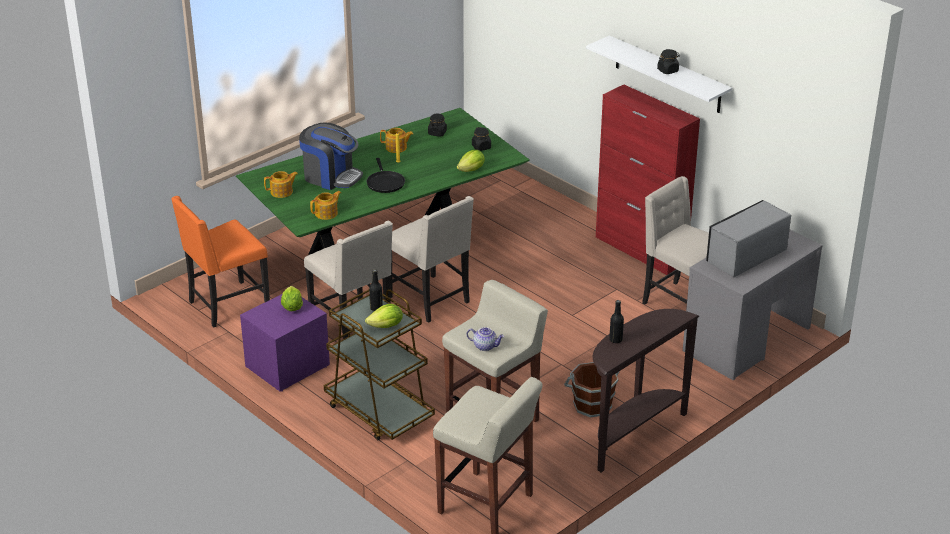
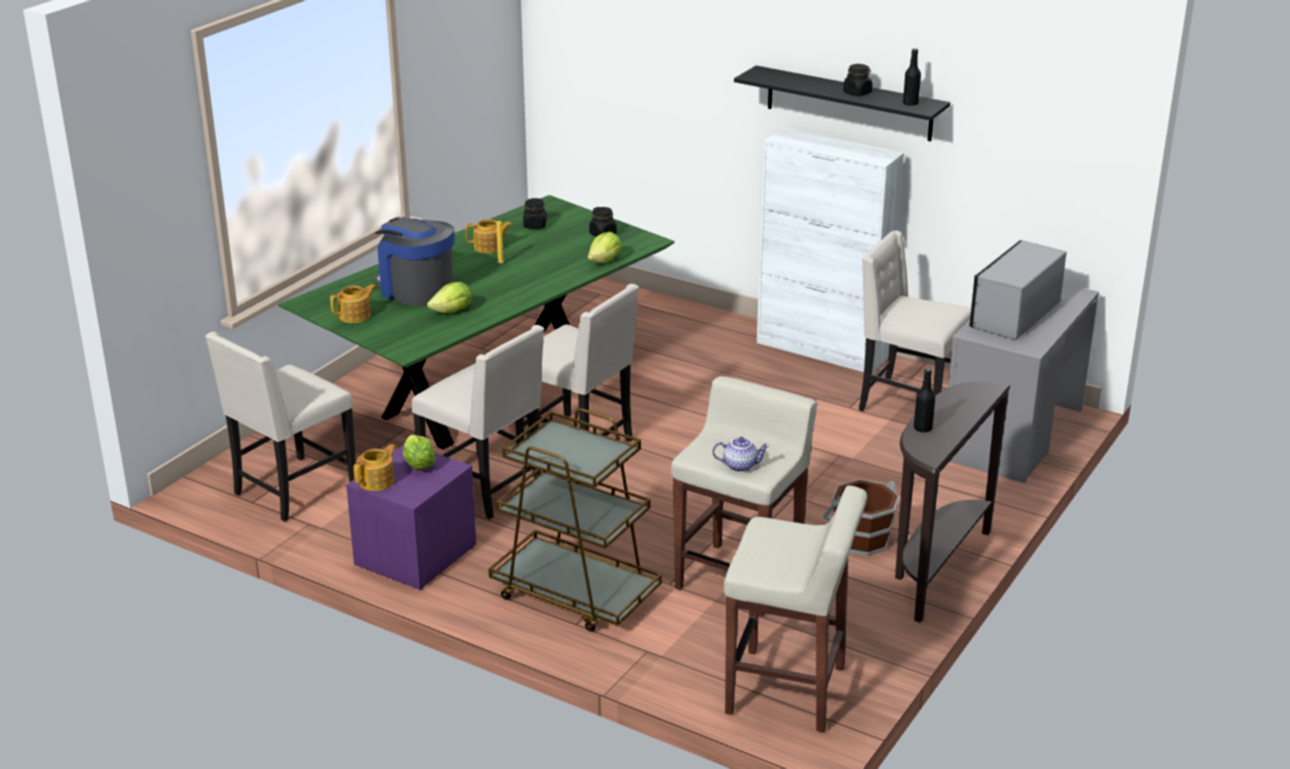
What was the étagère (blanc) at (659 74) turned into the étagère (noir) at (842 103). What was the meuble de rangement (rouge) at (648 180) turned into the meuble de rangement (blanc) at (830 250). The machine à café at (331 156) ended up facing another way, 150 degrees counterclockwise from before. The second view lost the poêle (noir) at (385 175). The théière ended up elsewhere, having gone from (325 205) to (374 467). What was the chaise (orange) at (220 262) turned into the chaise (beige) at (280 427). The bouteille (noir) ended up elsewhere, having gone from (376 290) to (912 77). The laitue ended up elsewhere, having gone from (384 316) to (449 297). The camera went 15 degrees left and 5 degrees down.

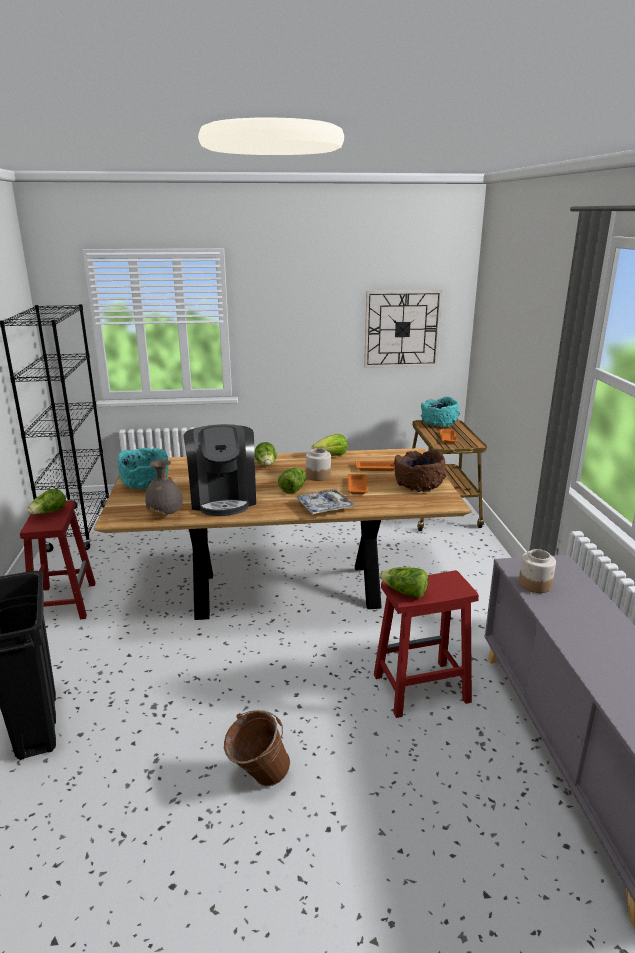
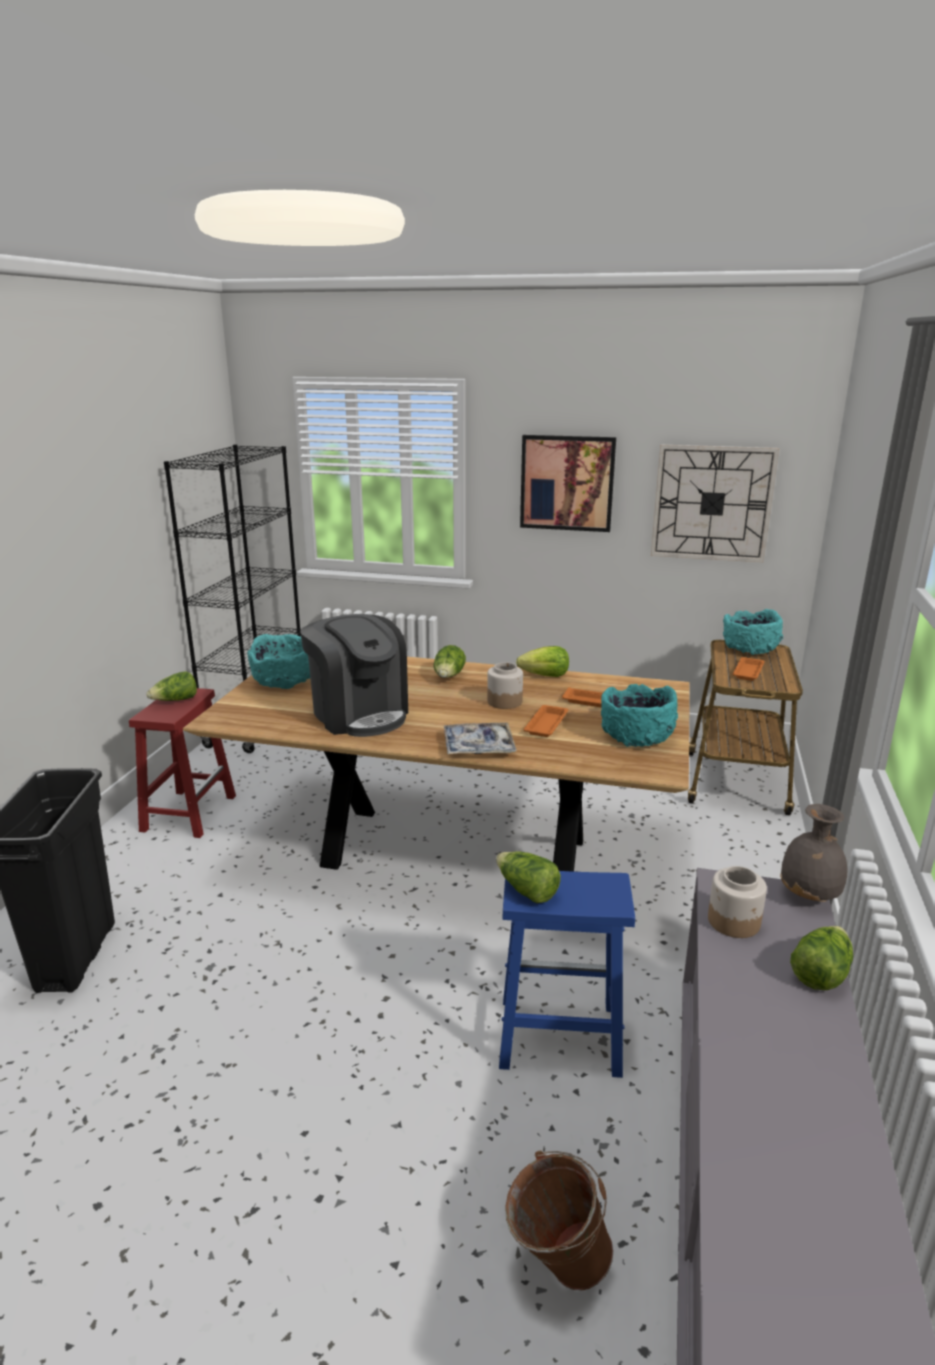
The machine à café at (220 470) ended up facing another way, 45 degrees counterclockwise from before. What was the bol (marron) at (420 470) turned into the bol (turquoise) at (639 715). The vase (gris) ended up elsewhere, having gone from (163 488) to (814 853). The laitue ended up elsewhere, having gone from (292 481) to (821 958). What was the tabouret (rouge) at (426 644) turned into the tabouret (bleu) at (567 974). The seau (marron) ended up elsewhere, having gone from (257 748) to (559 1221). The second view gained the tableau at (568 483). The camera went 20 degrees right and 0 degrees up.

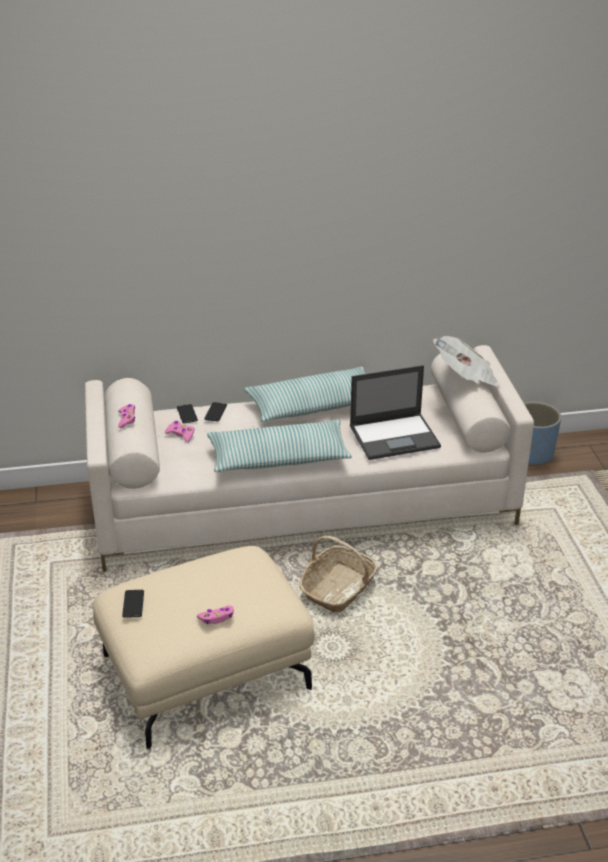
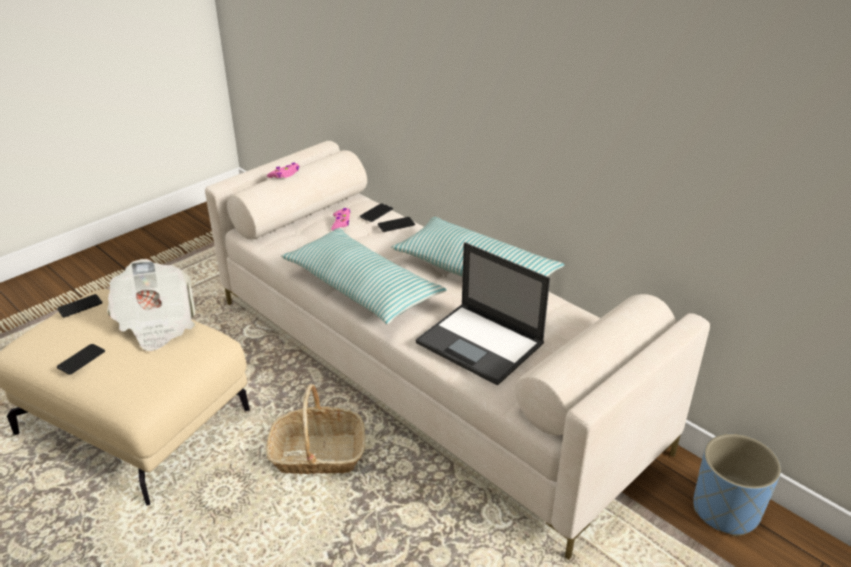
The journal ended up elsewhere, having gone from (466 361) to (151 305). Where the manette (rose) stood at (215 615), the téléphone came to stand at (81 359). The camera went 55 degrees right and 0 degrees up.

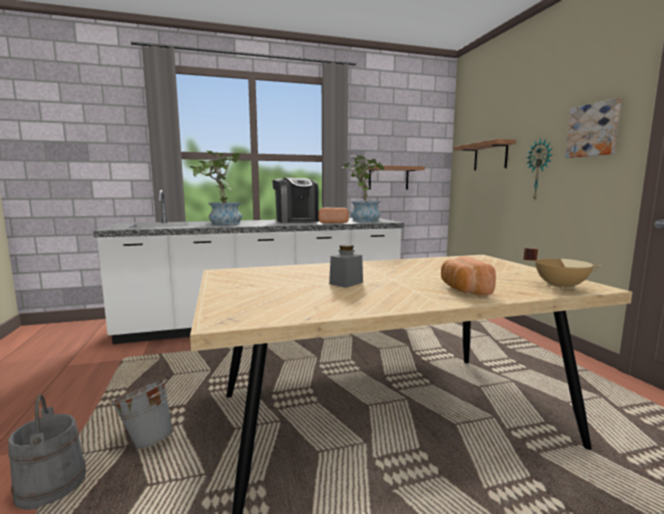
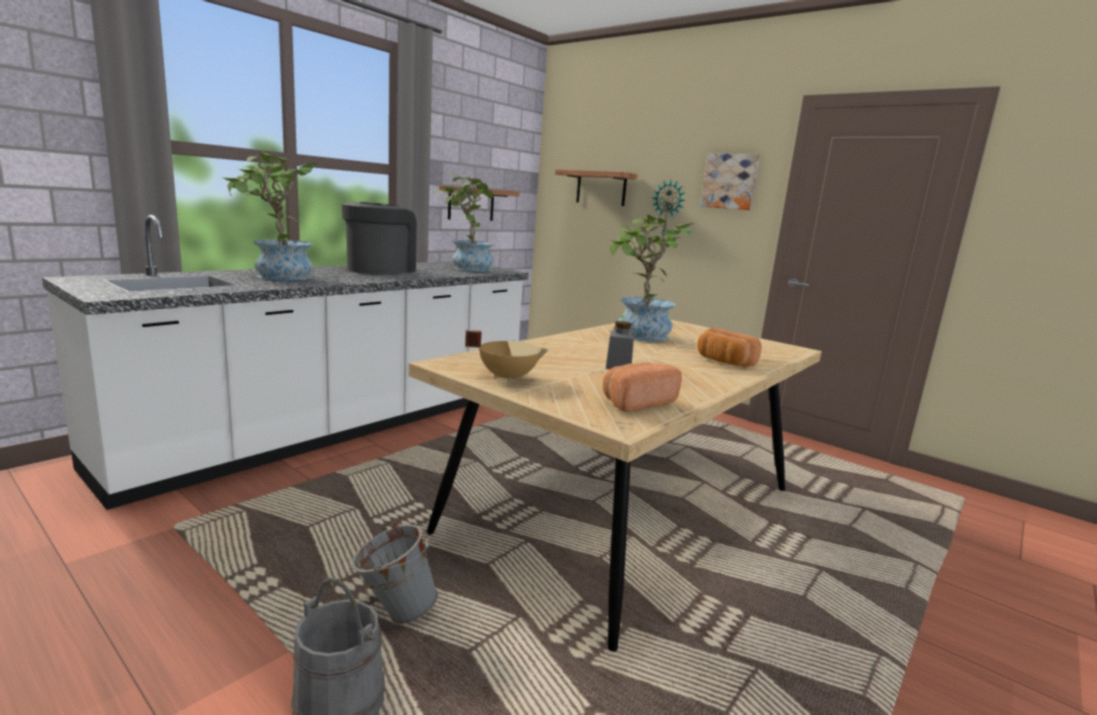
The machine à café at (295 200) ended up facing another way, 105 degrees counterclockwise from before. The pain ended up elsewhere, having gone from (333 215) to (642 387). The marmite (beige) ended up elsewhere, having gone from (562 269) to (507 356). The second view gained the plante en pot at (654 278). The camera went 35 degrees left and 5 degrees up.

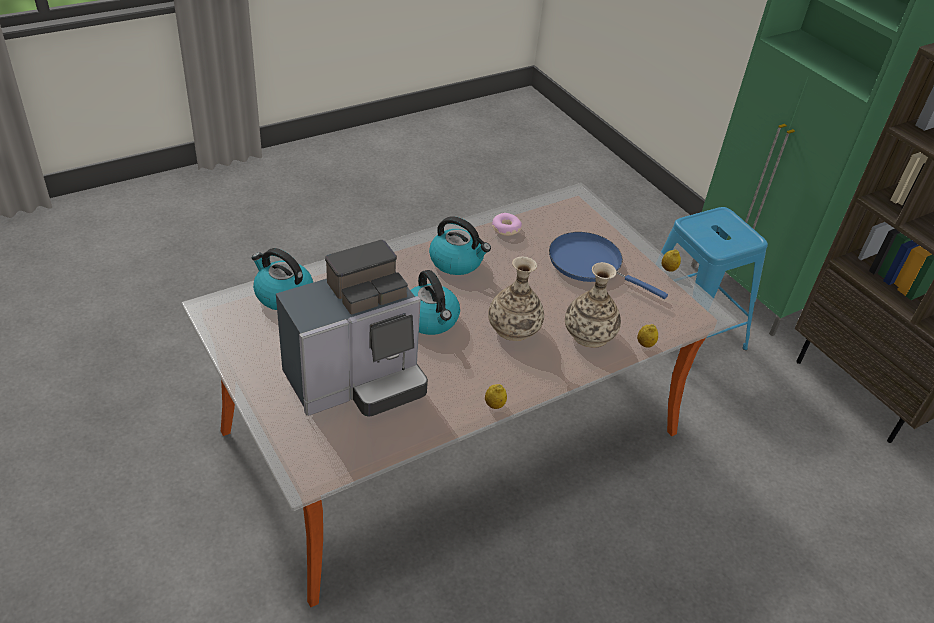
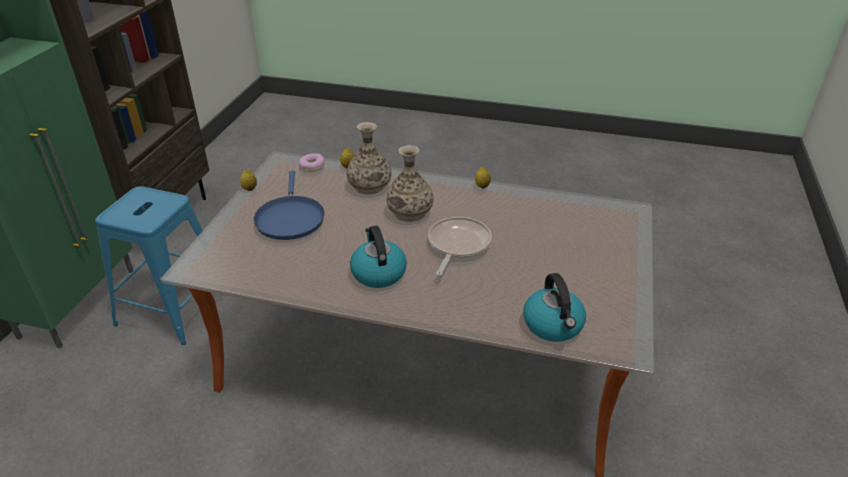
The beignet ended up elsewhere, having gone from (507 224) to (312 162). The second view lost the machine à café at (352 328). Where the bouilloire stood at (435 302), the poêle came to stand at (460 246). The camera went 130 degrees left and 5 degrees down.

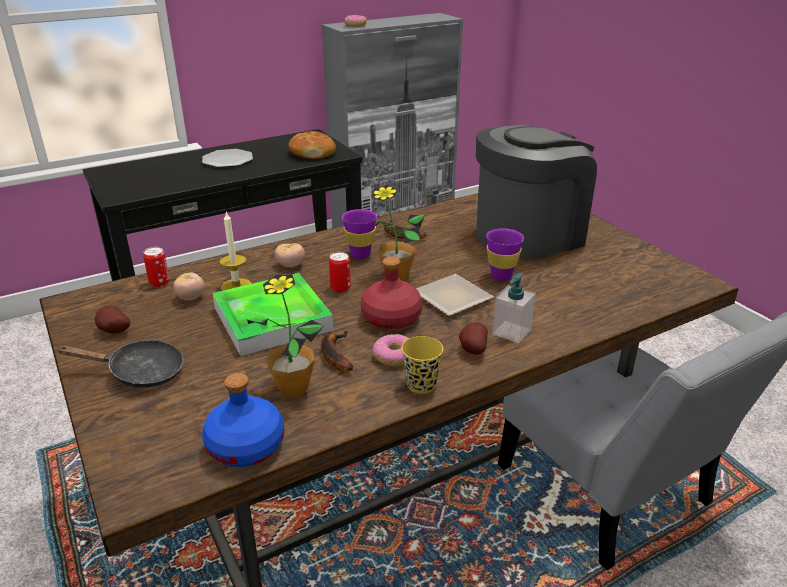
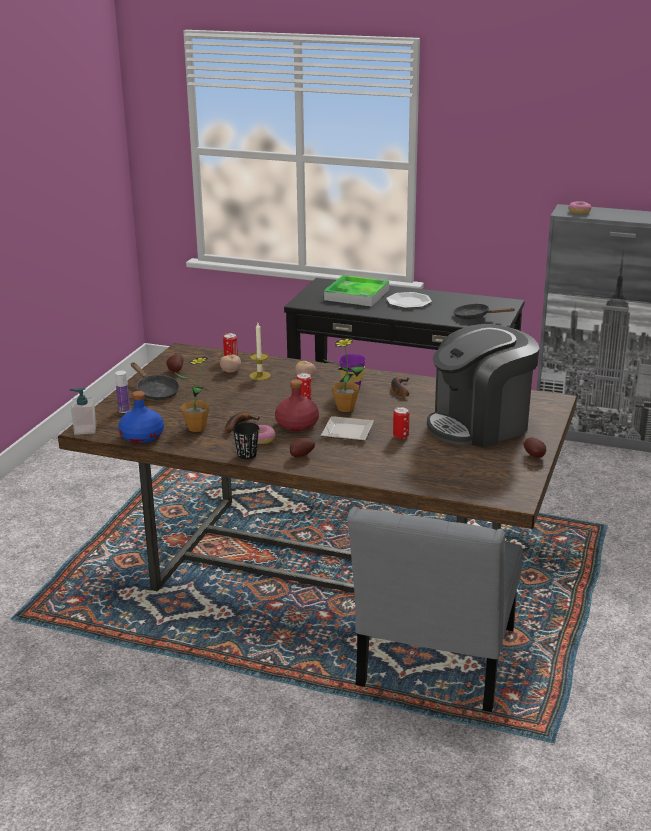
The machine à café at (536 192) ended up facing another way, 135 degrees clockwise from before. Where the pain stood at (312 145), the poêle (noir) came to stand at (484 311). Where the tasse (violet) stood at (505 254), the boîte métallique came to stand at (401 423). The plateau ended up elsewhere, having gone from (273 314) to (356 291). The distributeur de savon ended up elsewhere, having gone from (514 308) to (83 411). What was the tasse (jaune) at (422 365) turned into the tasse (noir) at (245 440). The second view gained the bouteille at (122 392). The second view gained the pomme de terre at (535 448). The camera went 50 degrees right and 5 degrees down.

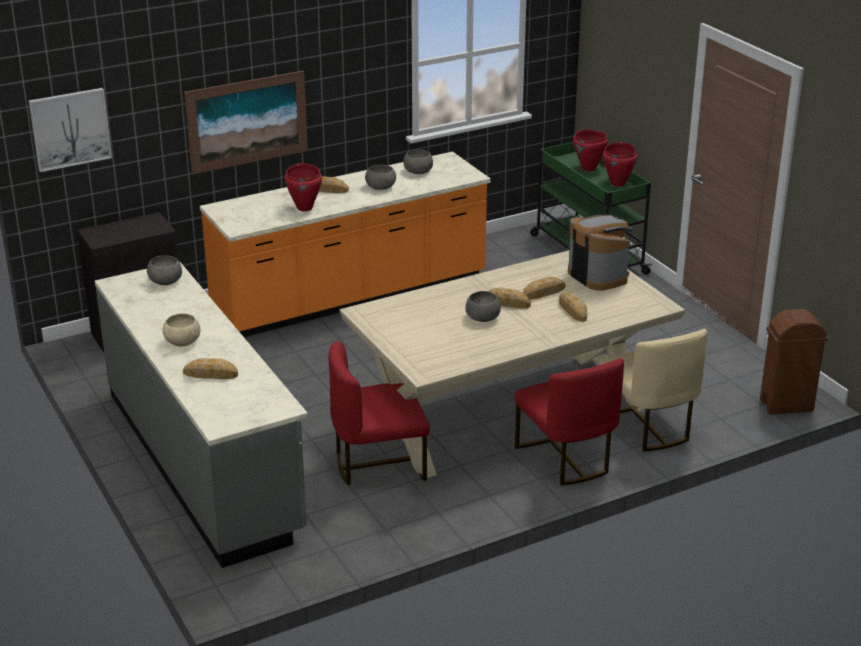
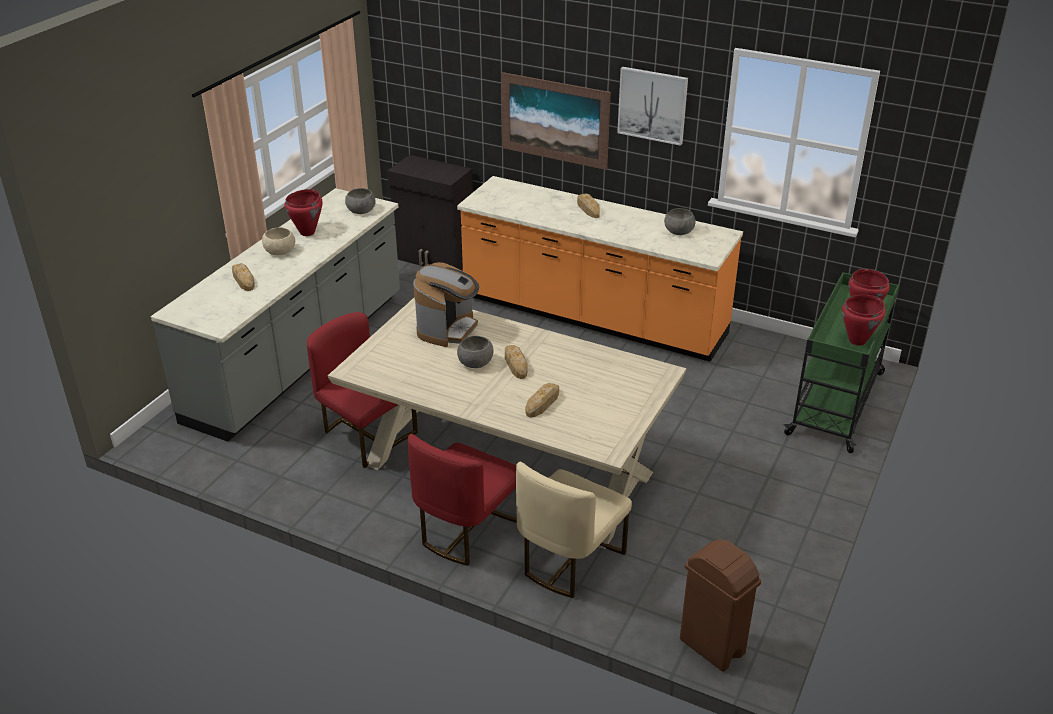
The tableau ended up elsewhere, having gone from (70 130) to (652 106). The marmite (rouge) ended up elsewhere, having gone from (303 187) to (304 212). The second view lost the bol (gris) at (380 177). The machine à café ended up elsewhere, having gone from (600 253) to (446 304). The second view lost the pain at (544 288). The camera went 55 degrees right and 5 degrees up.

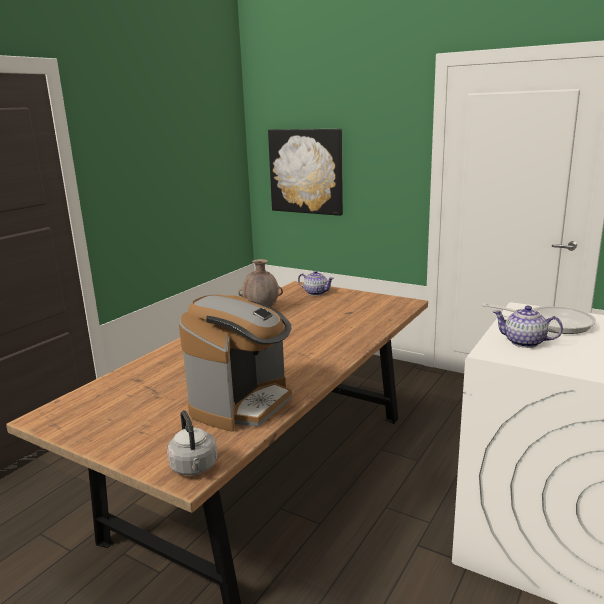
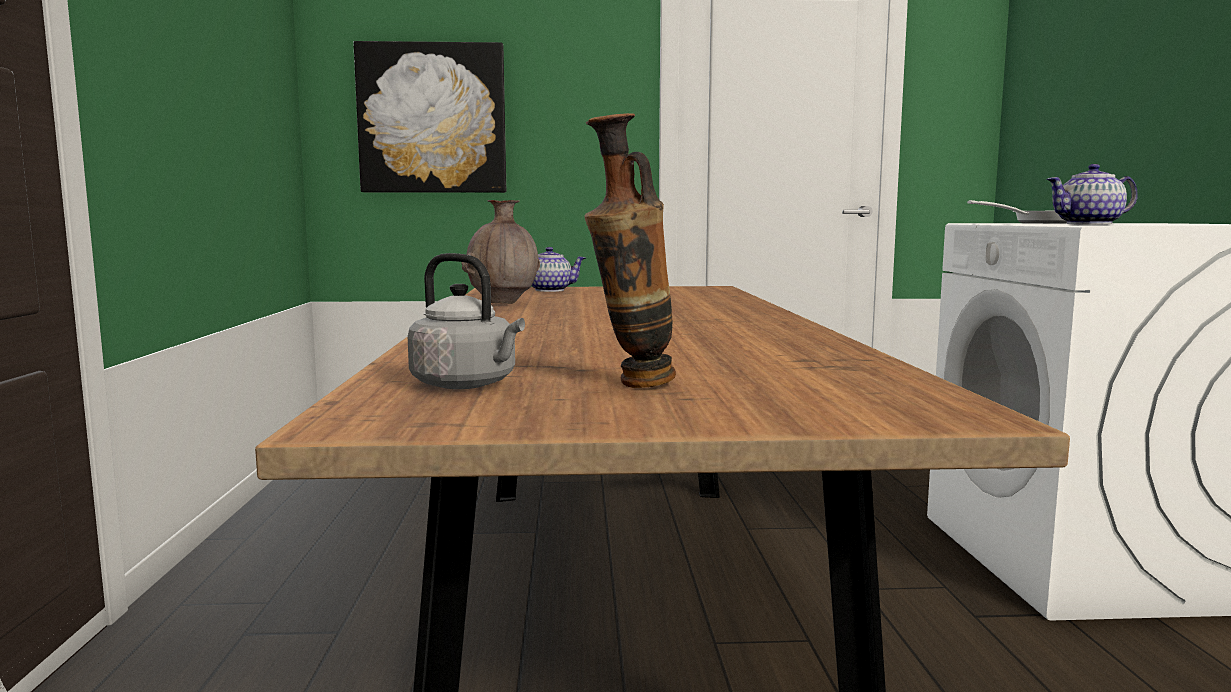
The second view lost the machine à café at (235 363). The bouilloire (gris) ended up elsewhere, having gone from (192 443) to (466 321). The second view gained the vase at (630 250). The camera went 35 degrees left and 10 degrees down.

